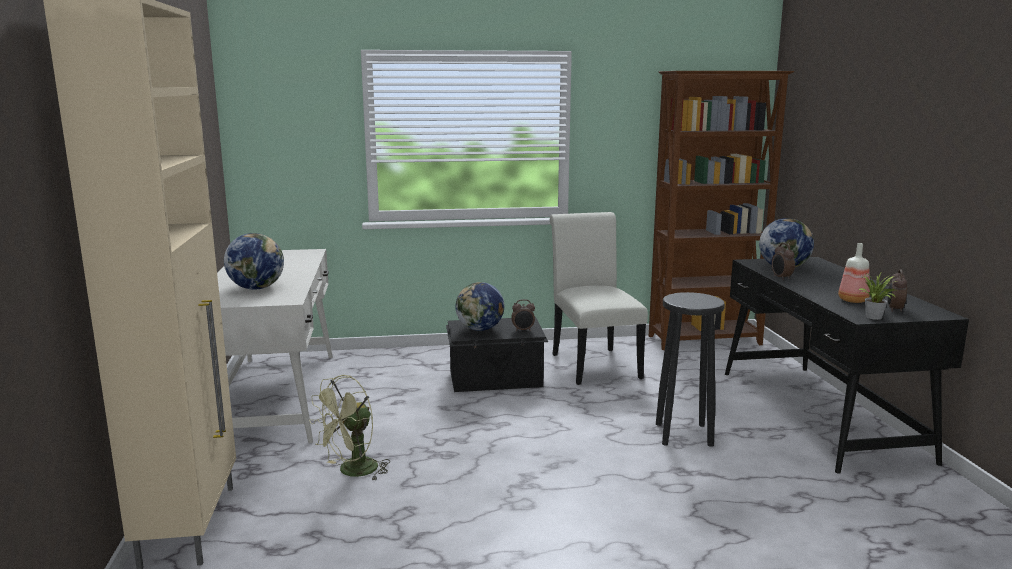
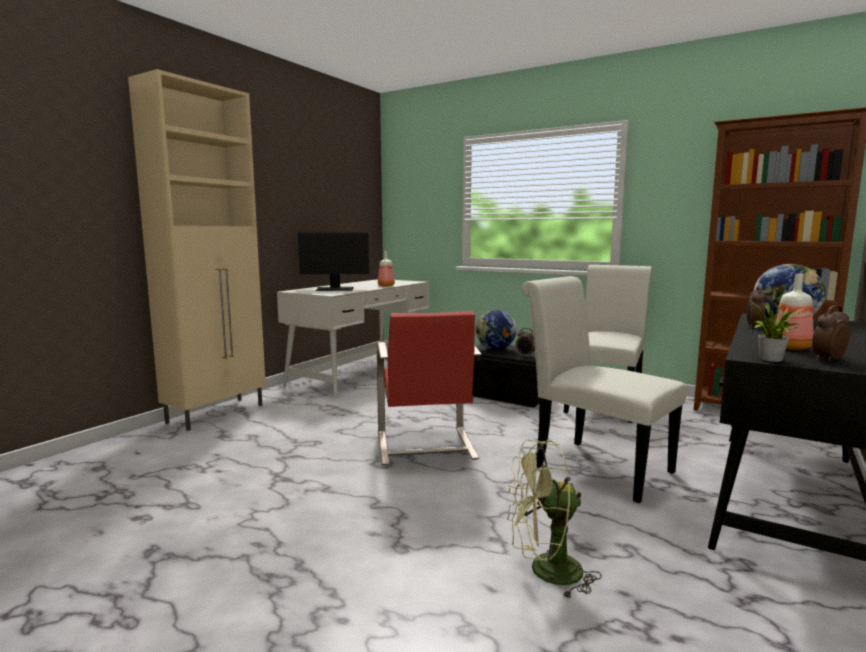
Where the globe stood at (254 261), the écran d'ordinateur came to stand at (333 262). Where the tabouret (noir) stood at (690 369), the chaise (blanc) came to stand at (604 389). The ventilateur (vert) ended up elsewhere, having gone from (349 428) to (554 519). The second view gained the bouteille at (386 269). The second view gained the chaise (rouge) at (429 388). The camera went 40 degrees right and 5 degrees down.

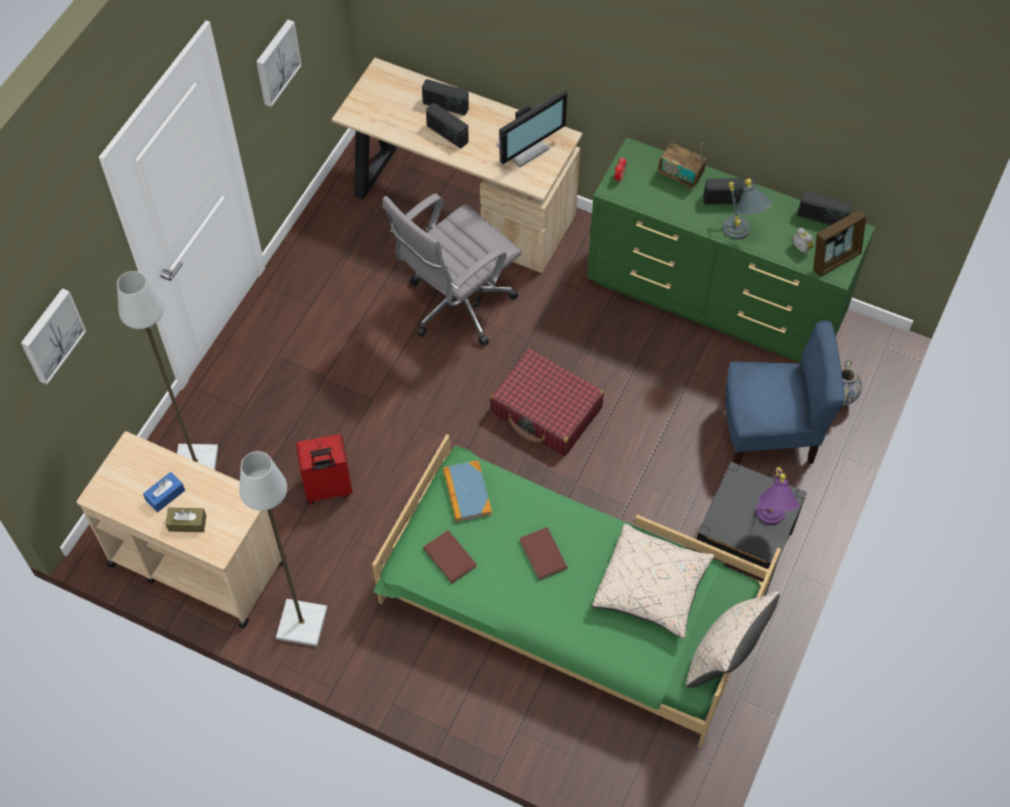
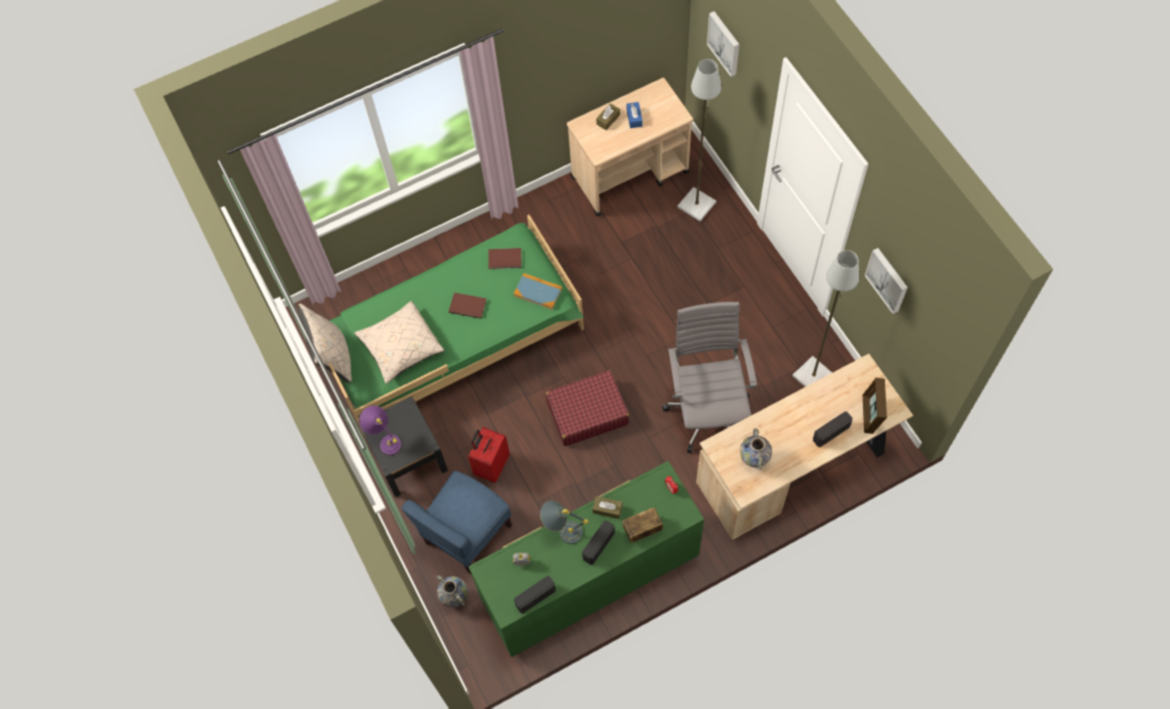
Where the écran d'ordinateur stood at (532 128), the vase came to stand at (756 448). The second view lost the radio at (447 125). The cadre photo ended up elsewhere, having gone from (839 243) to (874 406). The valise (rouge) ended up elsewhere, having gone from (324 469) to (489 455). The lampadaire (gris) ended up elsewhere, having gone from (283 549) to (826 318). The second view gained the boîte à mouchoirs (marron) at (607 507). The camera went 130 degrees right and 5 degrees up.

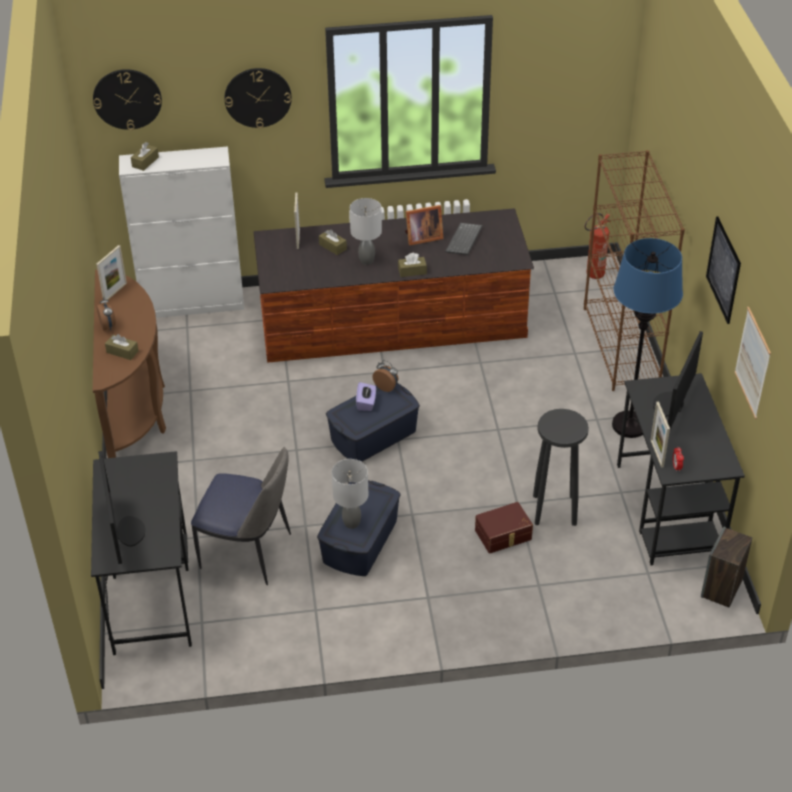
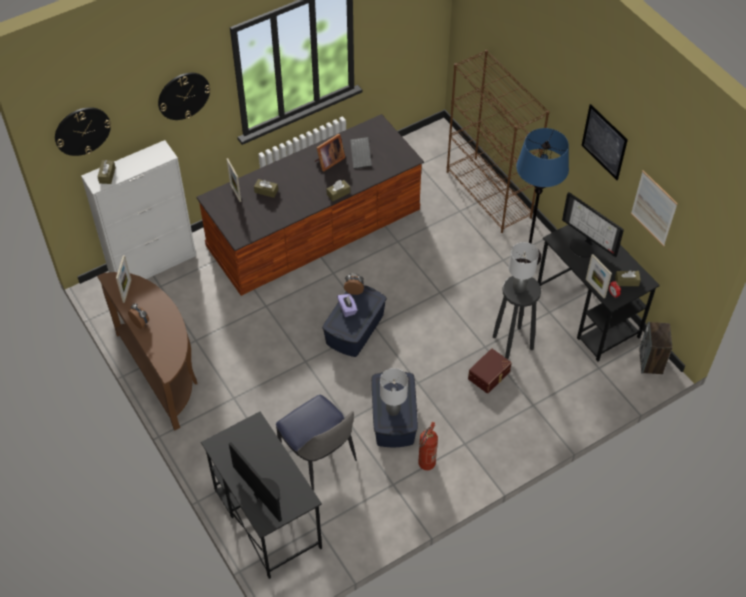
The lampe de table (gris) ended up elsewhere, having gone from (366 231) to (524 267). The extincteur ended up elsewhere, having gone from (597 246) to (428 446). The écran d'ordinateur at (678 380) ended up facing another way, 45 degrees counterclockwise from before. The boîte à mouchoirs (marron) ended up elsewhere, having gone from (122 347) to (628 278). The chaise at (241 516) ended up facing another way, 60 degrees clockwise from before. The camera went 25 degrees left and 10 degrees up.

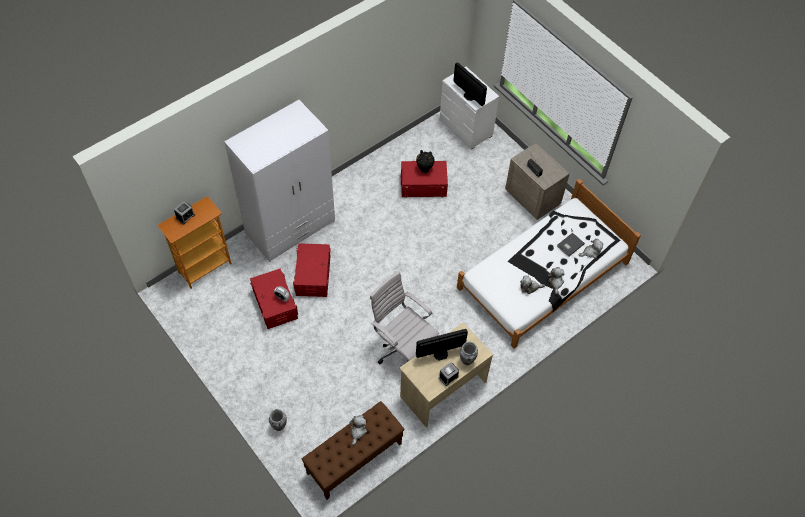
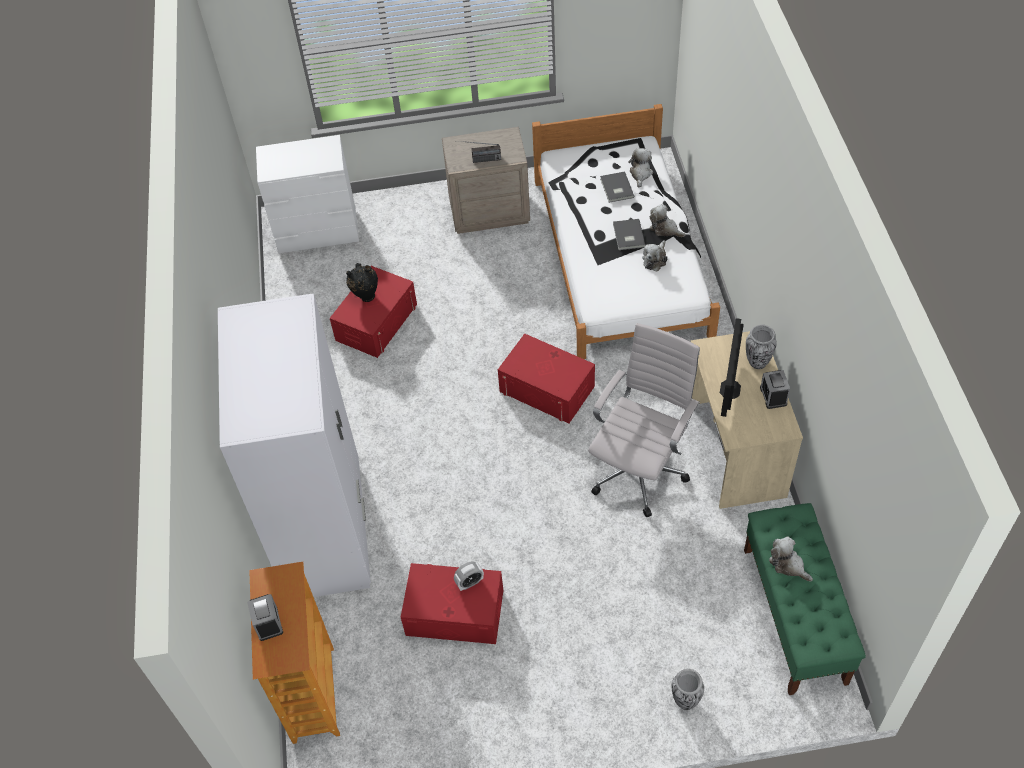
The second view lost the écran d'ordinateur at (470 84). The boîte de rangement (rouge) ended up elsewhere, having gone from (312 270) to (546 378). The chaise de bureau (blanc) at (404 317) ended up facing another way, 135 degrees clockwise from before. What was the banc (marron) at (353 450) turned into the banc (vert) at (805 599). The second view gained the livre (gris) at (629 234). The camera went 55 degrees left and 5 degrees down.

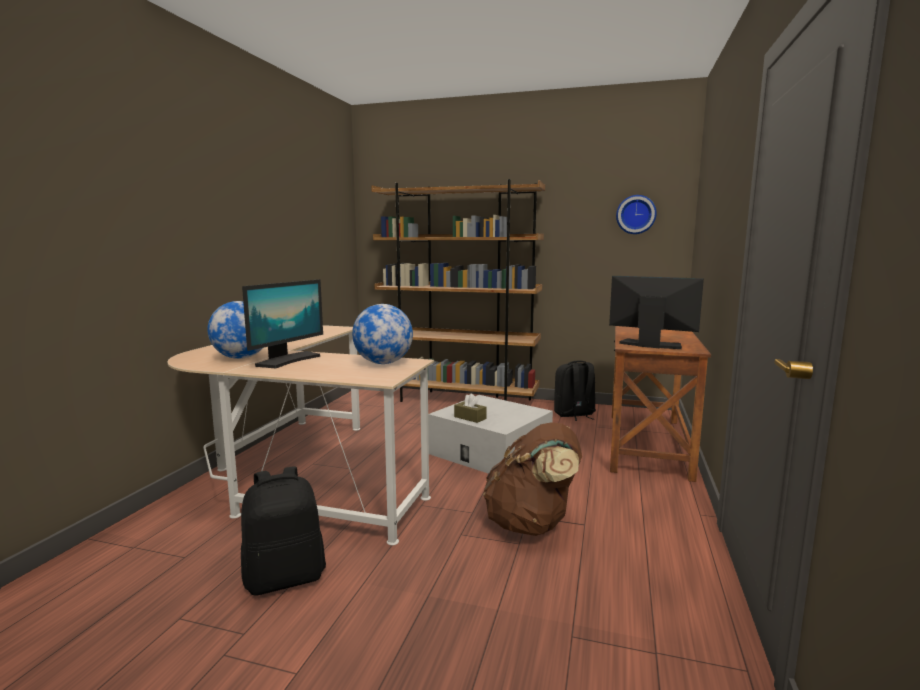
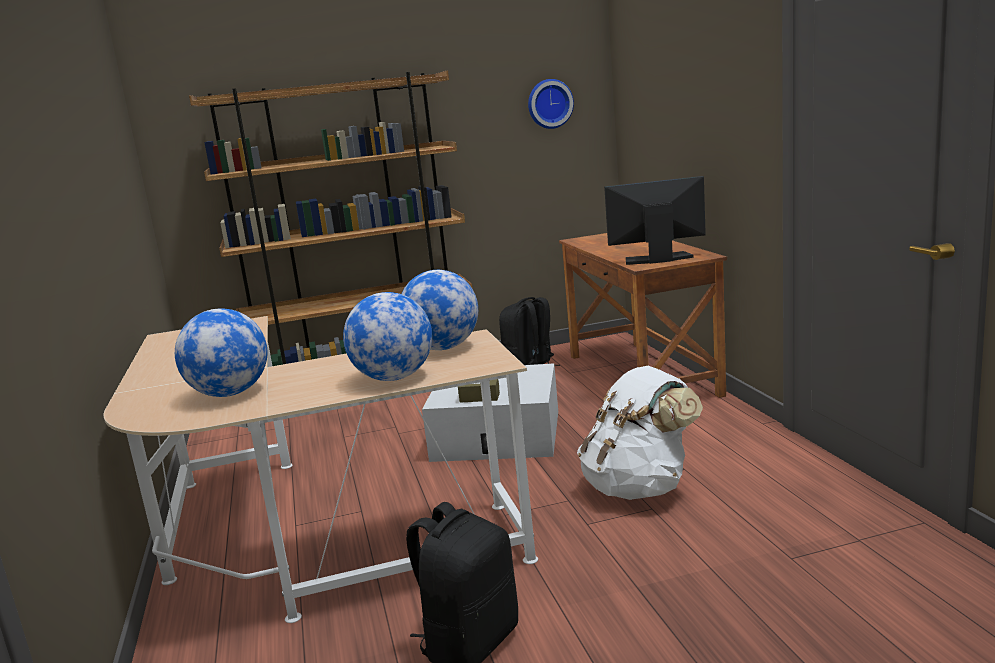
The second view lost the écran d'ordinateur at (282 323). What was the sac à dos (marron) at (532 479) turned into the sac à dos (blanc) at (640 433). The second view gained the globe at (387 336). The camera went 30 degrees left and 5 degrees up.

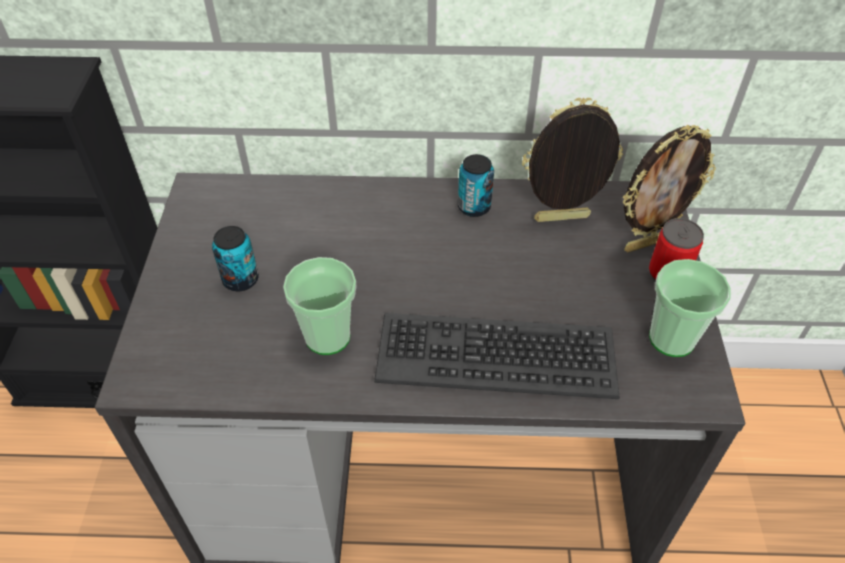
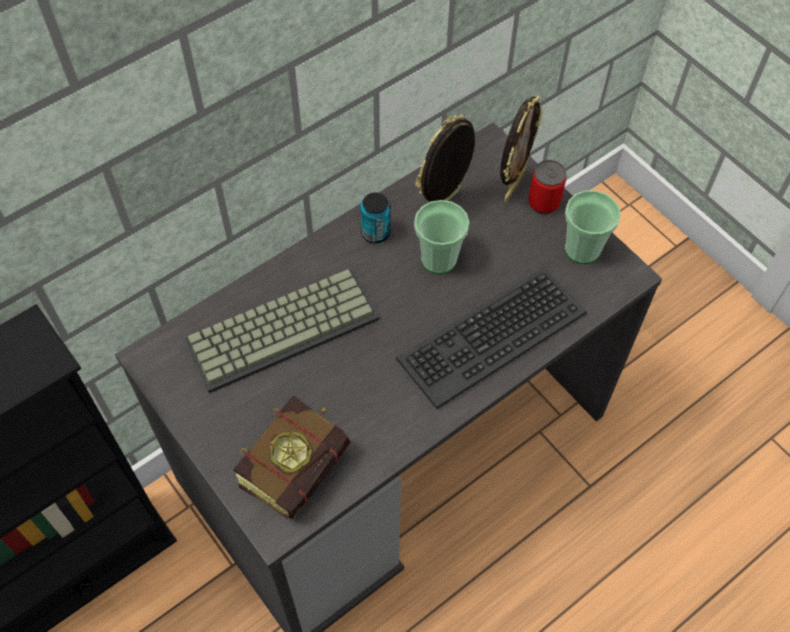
The second view lost the boîte métallique at (235 258). The tasse ended up elsewhere, having gone from (319 306) to (441 237). The second view gained the clavier at (282 331). The second view gained the livre at (292 456). The camera went 40 degrees left and 10 degrees up.

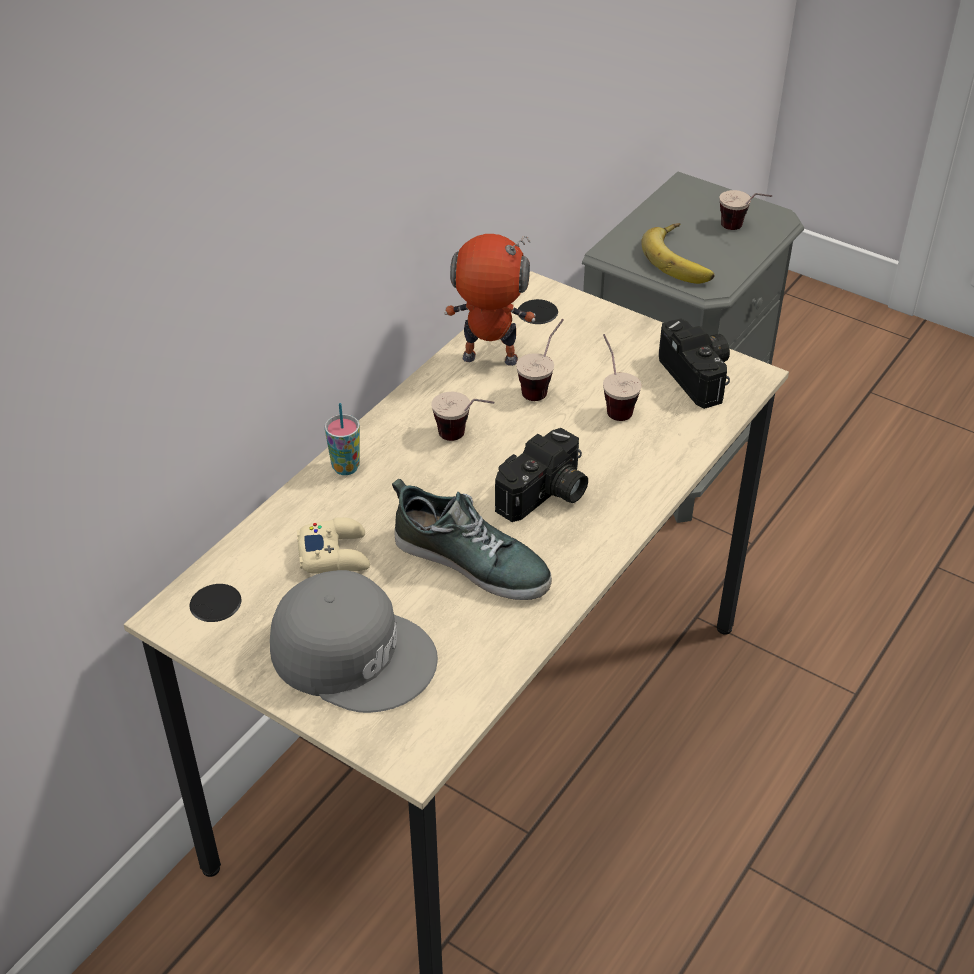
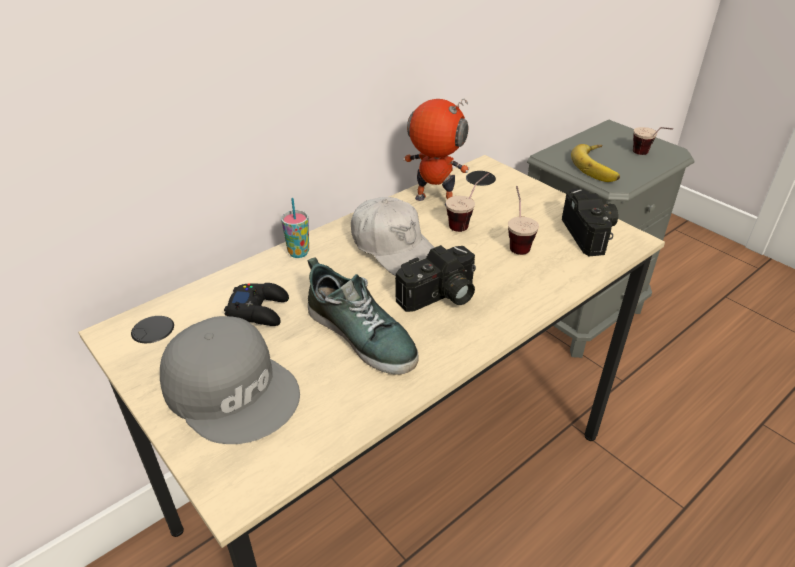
Where the tasse stood at (462 416), the casquette (blanc) came to stand at (393 236). What was the manette (beige) at (333 545) turned into the manette (noir) at (256 304). The camera went 15 degrees right and 5 degrees down.

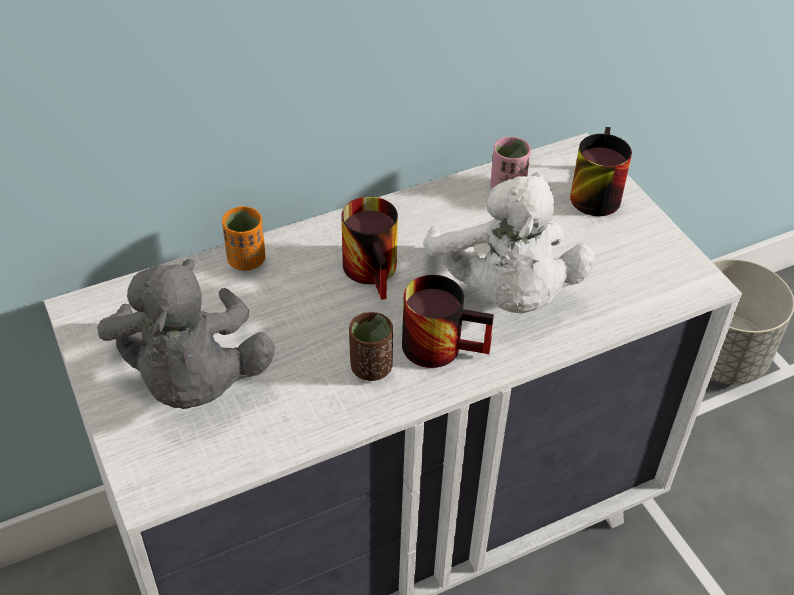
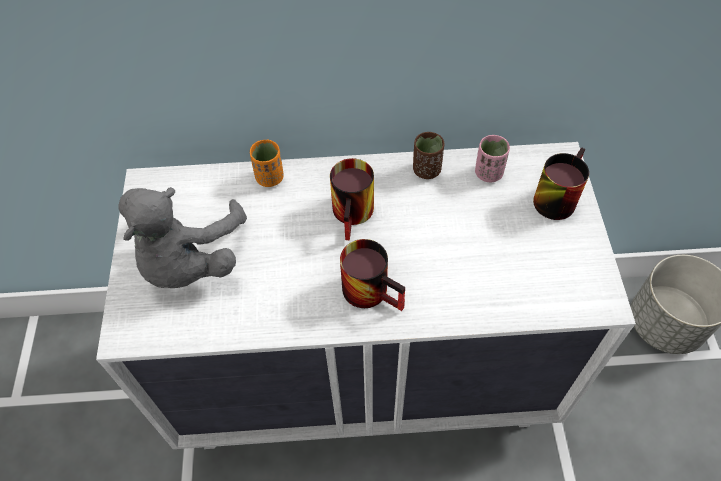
The second view lost the peluche (blanc) at (509 242). The tasse (marron) ended up elsewhere, having gone from (371 346) to (429 155). The camera went 25 degrees right and 10 degrees up.

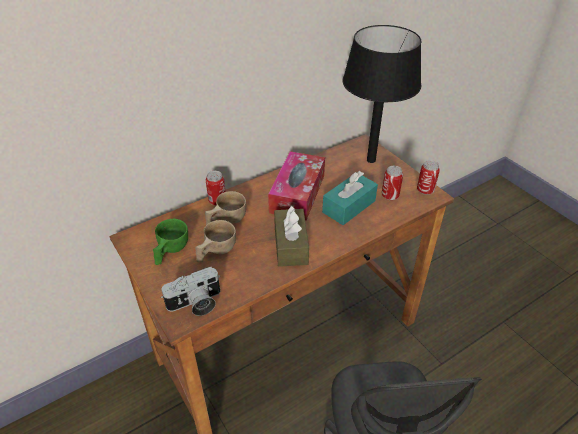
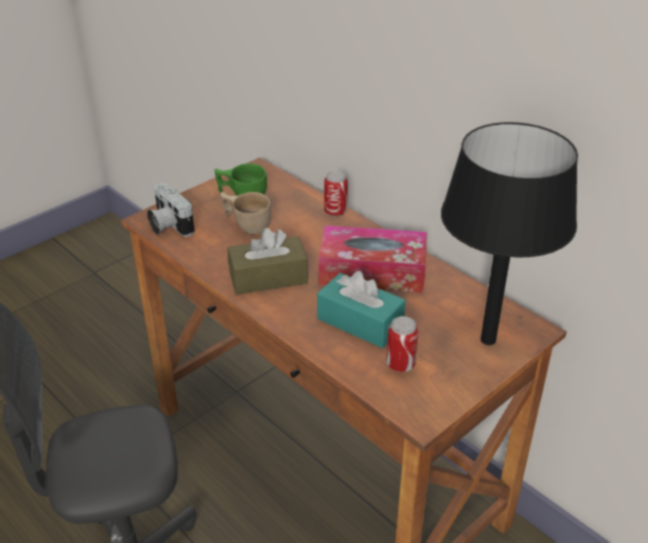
The second view lost the boîte métallique at (428 177). The second view lost the tasse (beige) at (225 208). The camera went 80 degrees right and 5 degrees down.

